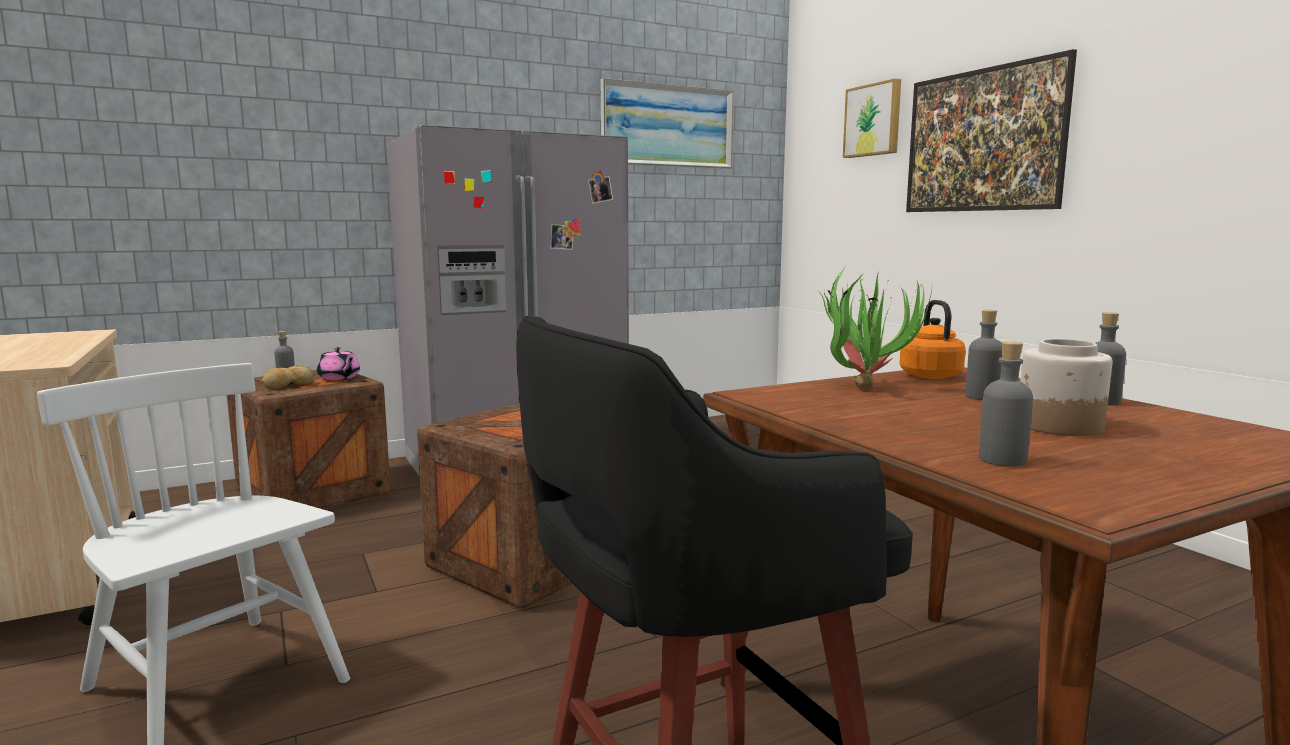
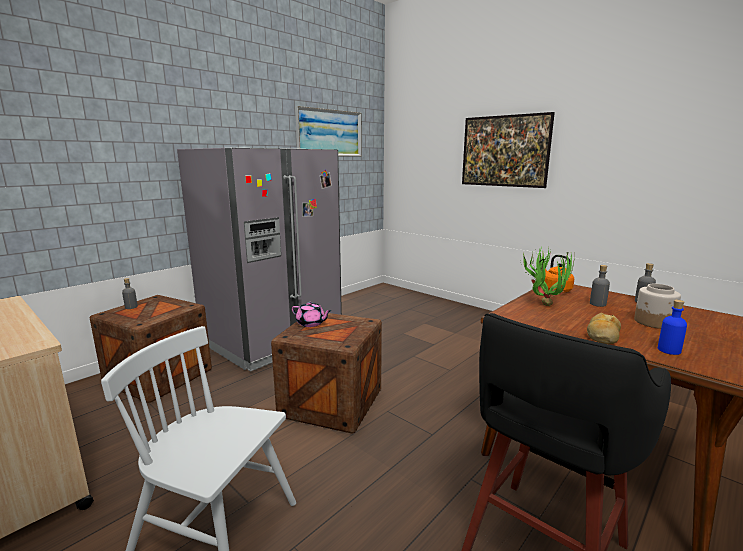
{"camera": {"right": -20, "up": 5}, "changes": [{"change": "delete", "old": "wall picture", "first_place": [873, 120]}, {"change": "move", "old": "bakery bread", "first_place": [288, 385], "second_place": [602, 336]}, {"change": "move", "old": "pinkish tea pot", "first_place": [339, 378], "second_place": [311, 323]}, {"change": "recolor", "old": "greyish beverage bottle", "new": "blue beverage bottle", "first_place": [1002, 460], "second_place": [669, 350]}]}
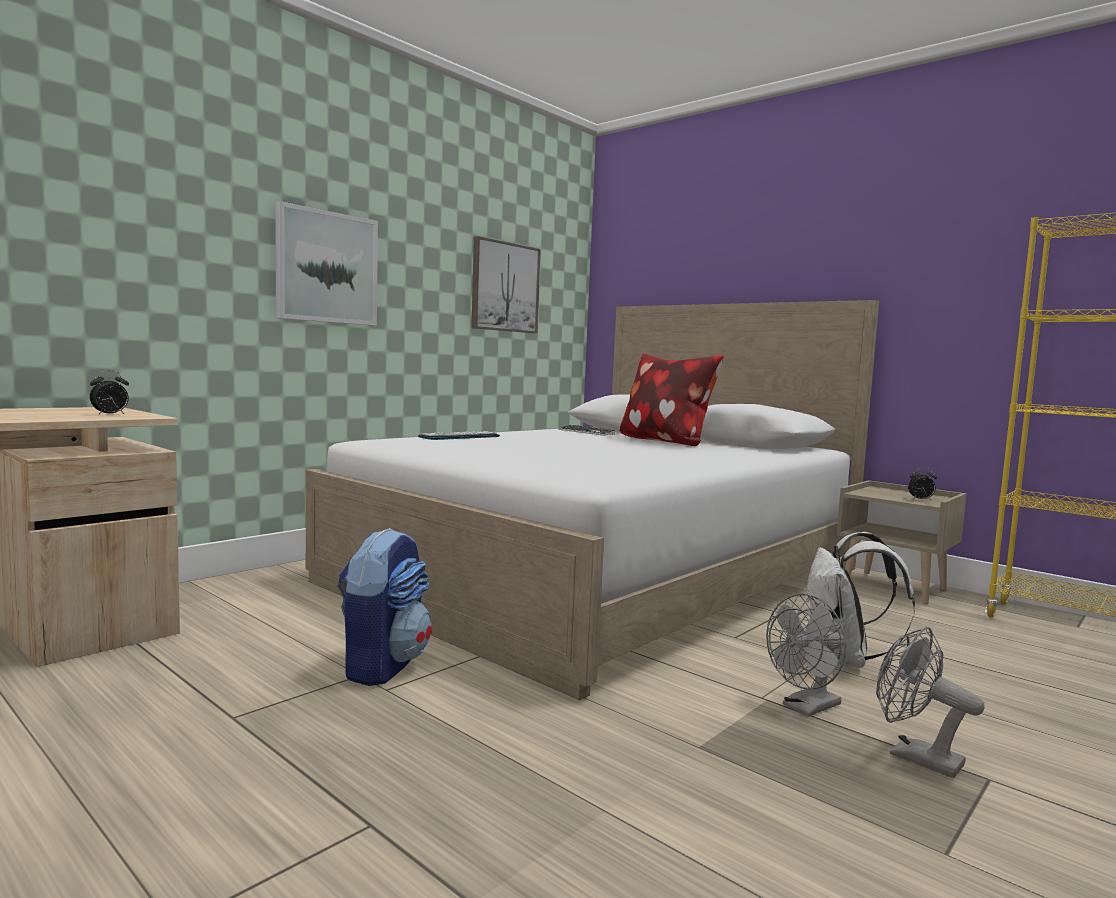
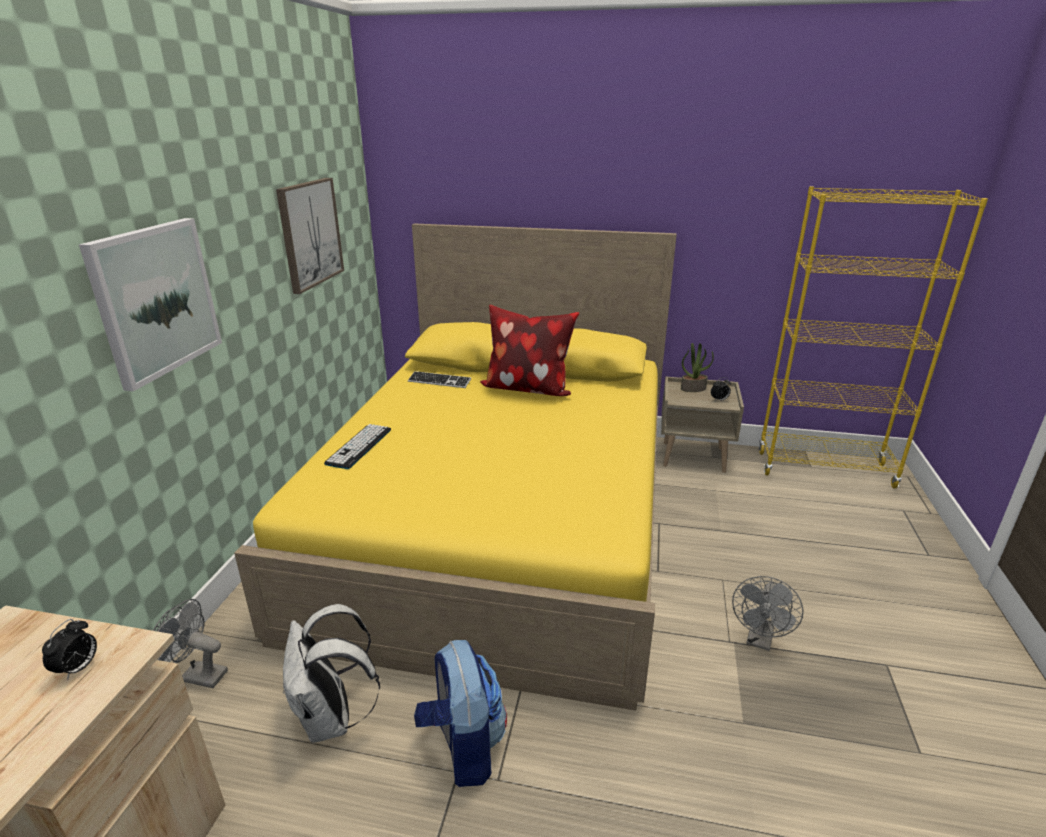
{"camera": {"right": -30, "up": 20}, "changes": [{"change": "insert", "new": "houseplant", "second_place": [693, 388]}, {"change": "move", "old": "white rucksack", "first_place": [842, 661], "second_place": [332, 719]}, {"change": "move", "old": "greyish fan", "first_place": [914, 756], "second_place": [197, 675]}, {"change": "recolor", "old": "white bed", "new": "yellow-coloured bed", "first_place": [603, 574], "second_place": [503, 519]}]}
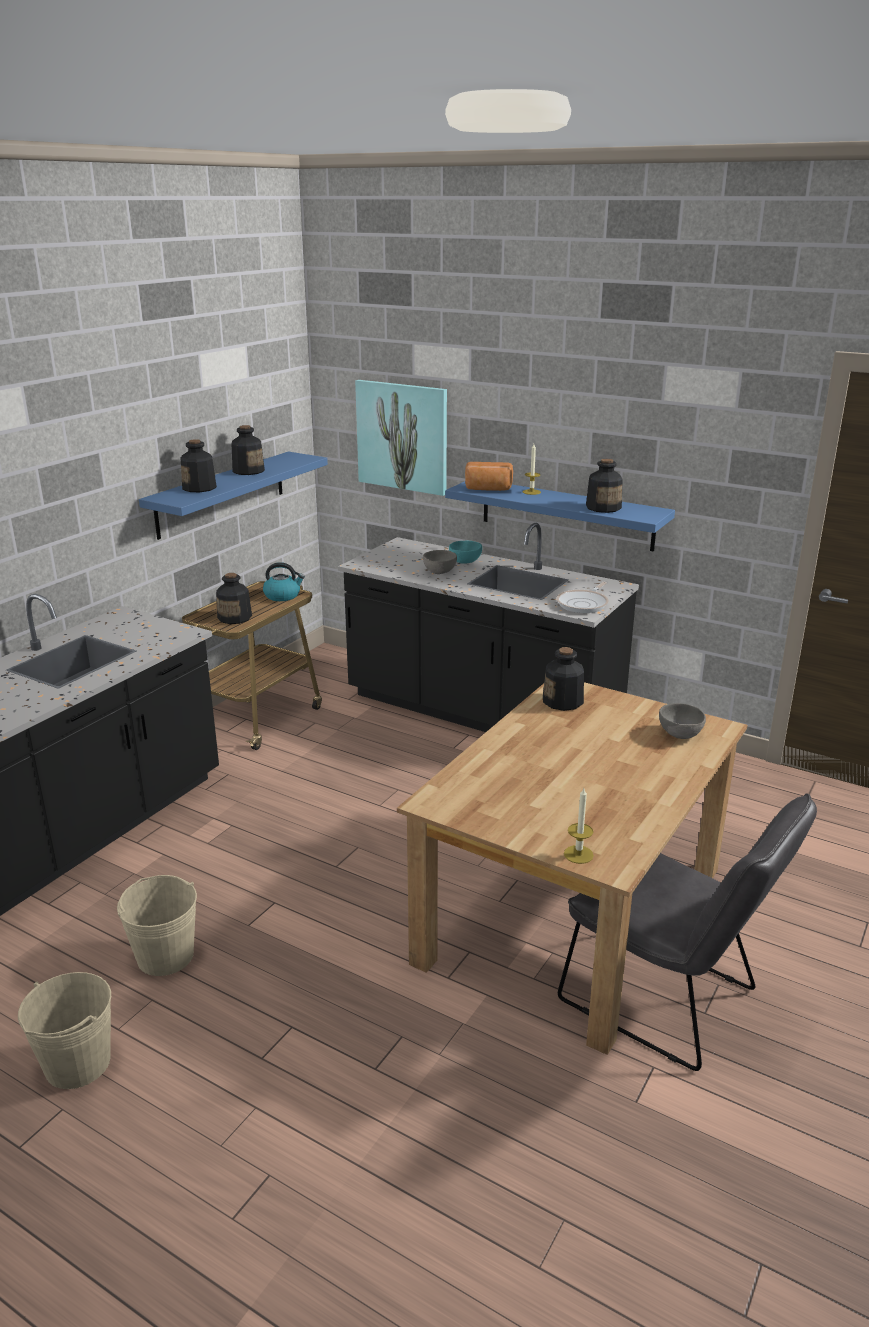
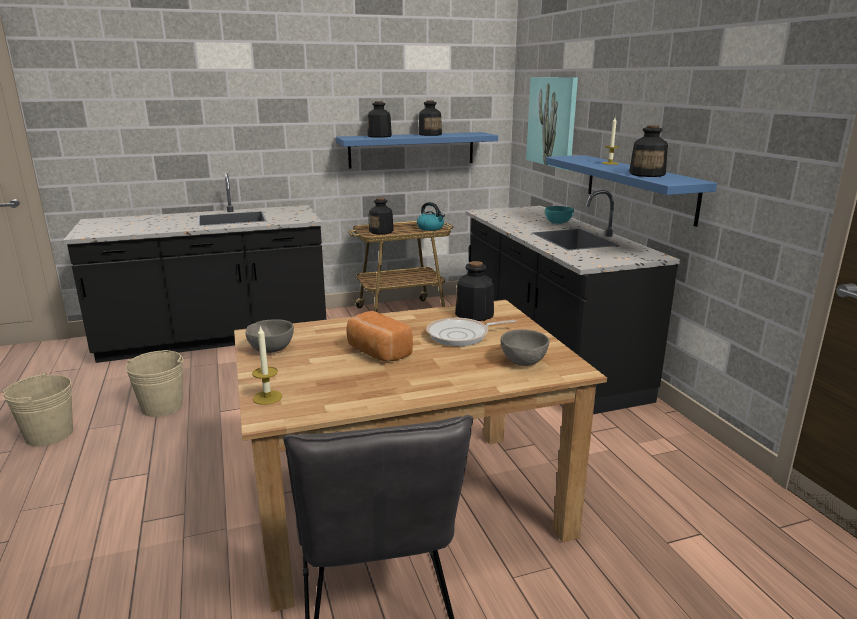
{"camera": {"right": 40, "up": -5}, "changes": [{"change": "move", "old": "greyish deep dish", "first_place": [439, 572], "second_place": [271, 350]}, {"change": "move", "old": "bakery bread", "first_place": [488, 489], "second_place": [377, 353]}, {"change": "move", "old": "frying pan", "first_place": [584, 604], "second_place": [461, 336]}]}
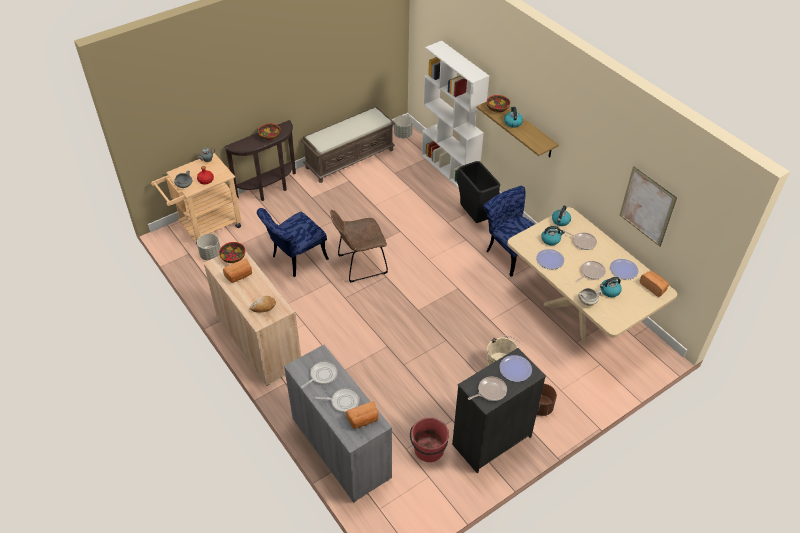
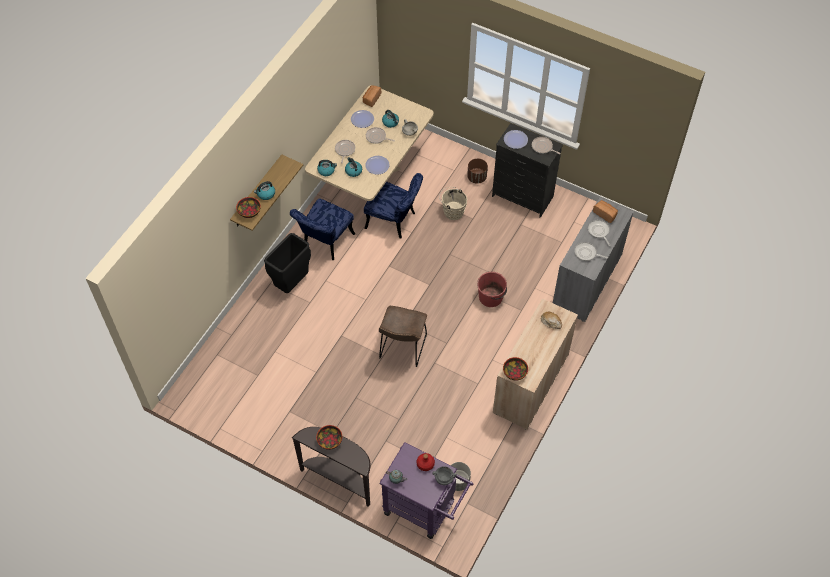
{"camera": {"right": -115, "up": 10}, "changes": [{"change": "delete", "old": "bakery bread", "first_place": [239, 276]}, {"change": "delete", "old": "brown-coloured indoor bench", "first_place": [350, 158]}, {"change": "delete", "old": "greyish planter", "first_place": [403, 134]}, {"change": "delete", "old": "white shelving unit", "first_place": [450, 170]}, {"change": "delete", "old": "wall picture", "first_place": [647, 206]}, {"change": "move", "old": "blue upright chair", "first_place": [295, 259], "second_place": [394, 221]}, {"change": "move", "old": "red-coloured water bucket", "first_place": [428, 450], "second_place": [491, 297]}, {"change": "recolor", "old": "beige-coloured wheeled cart", "new": "purple wheeled cart", "first_place": [205, 227], "second_place": [424, 510]}, {"change": "rotate", "old": "brown-coloured upright chair", "first_place": [359, 265], "second_place": [402, 349], "degrees": 60}]}
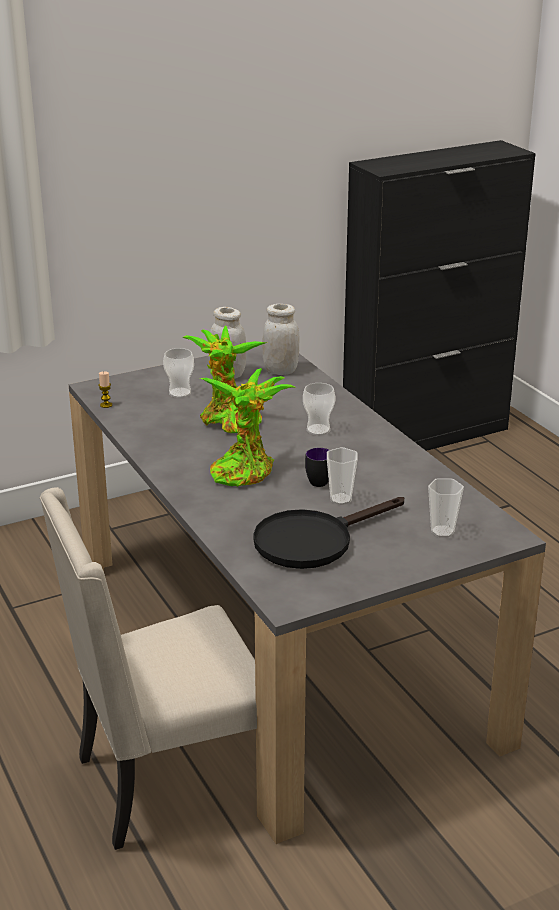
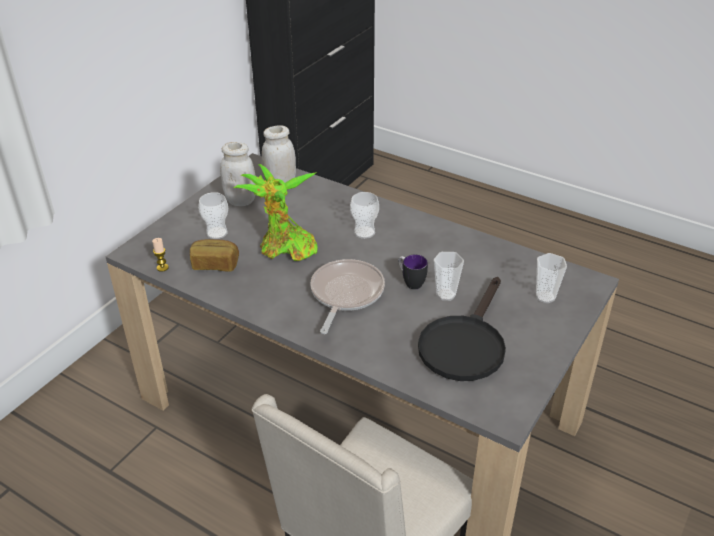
{"camera": {"right": -30, "up": 10}, "changes": [{"change": "insert", "new": "bakery bread", "second_place": [215, 264]}, {"change": "replace", "old": "houseplant", "new": "frying pan", "first_place": [244, 470], "second_place": [345, 294]}]}
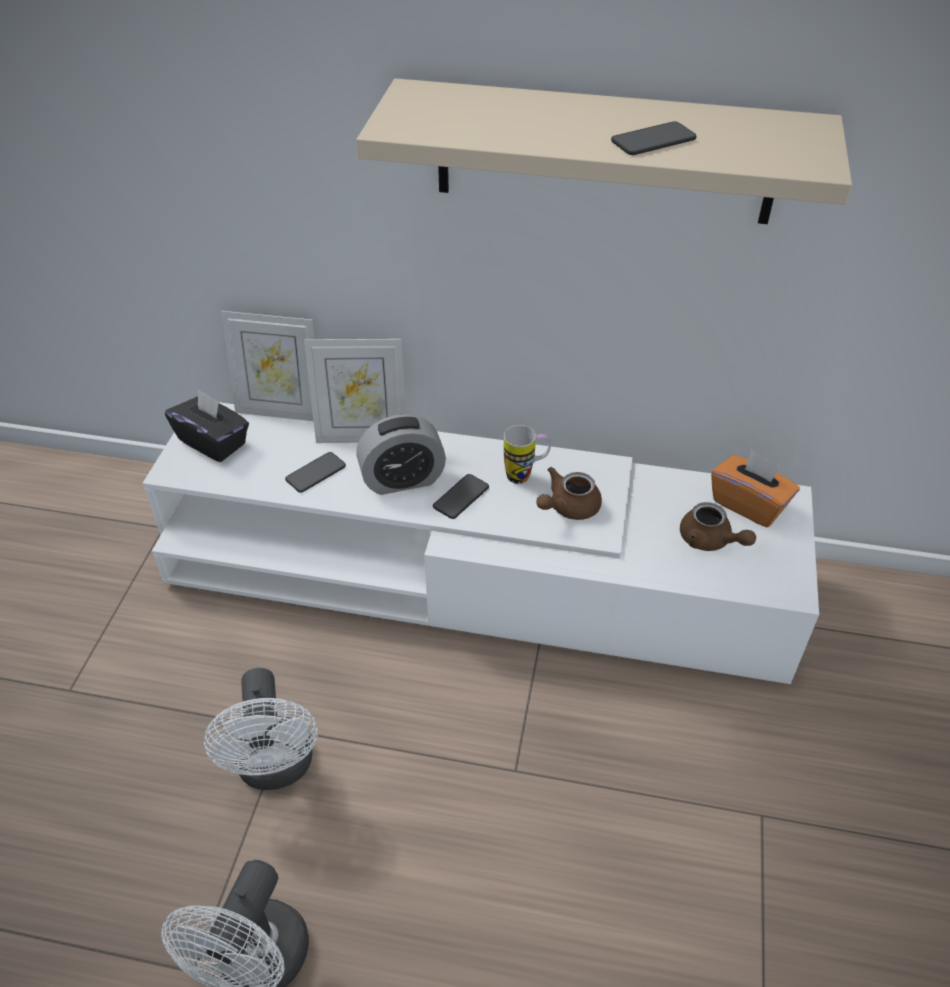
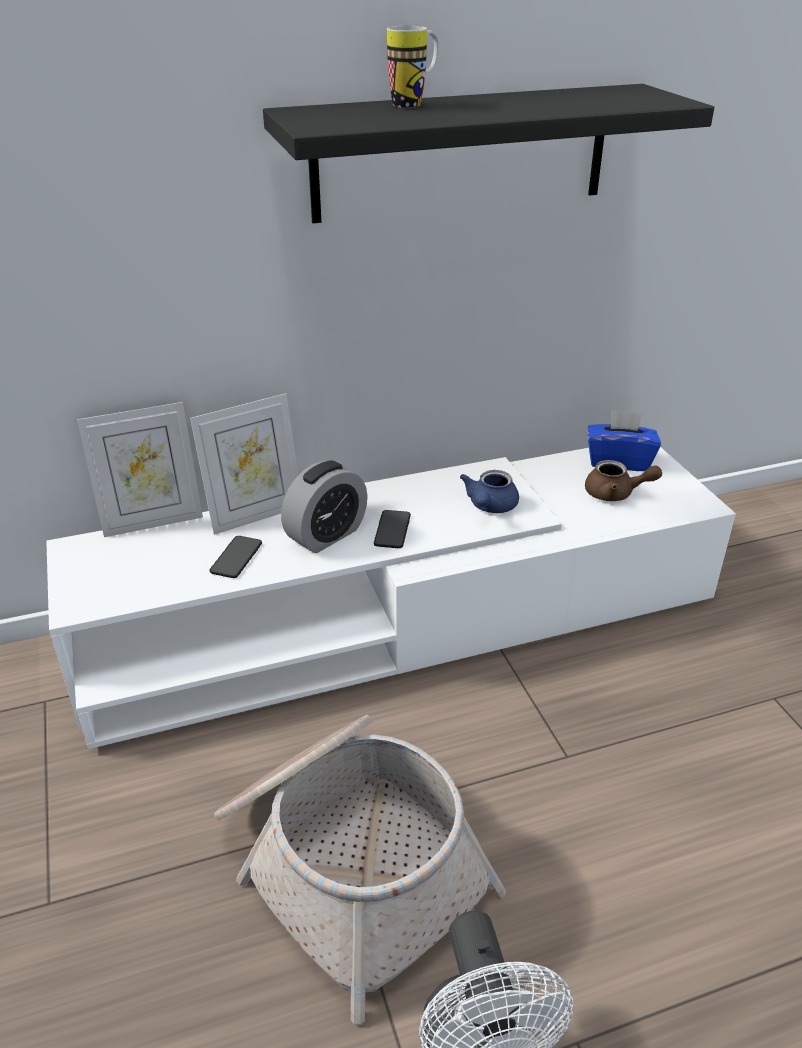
{"camera": {"right": -30, "up": -10}, "changes": [{"change": "delete", "old": "black box of tissues", "first_place": [213, 442]}, {"change": "delete", "old": "phone", "first_place": [653, 140]}, {"change": "move", "old": "mug", "first_place": [525, 475], "second_place": [414, 103]}, {"change": "replace", "old": "white fan", "new": "storage basket", "first_place": [276, 769], "second_place": [348, 863]}, {"change": "recolor", "old": "beige-coloured shelf", "new": "black shelf", "first_place": [605, 153], "second_place": [462, 153]}, {"change": "recolor", "old": "brown-coloured tea pot", "new": "blue tea pot", "first_place": [568, 507], "second_place": [490, 507]}, {"change": "recolor", "old": "orange box of tissues", "new": "blue box of tissues", "first_place": [749, 504], "second_place": [618, 461]}]}
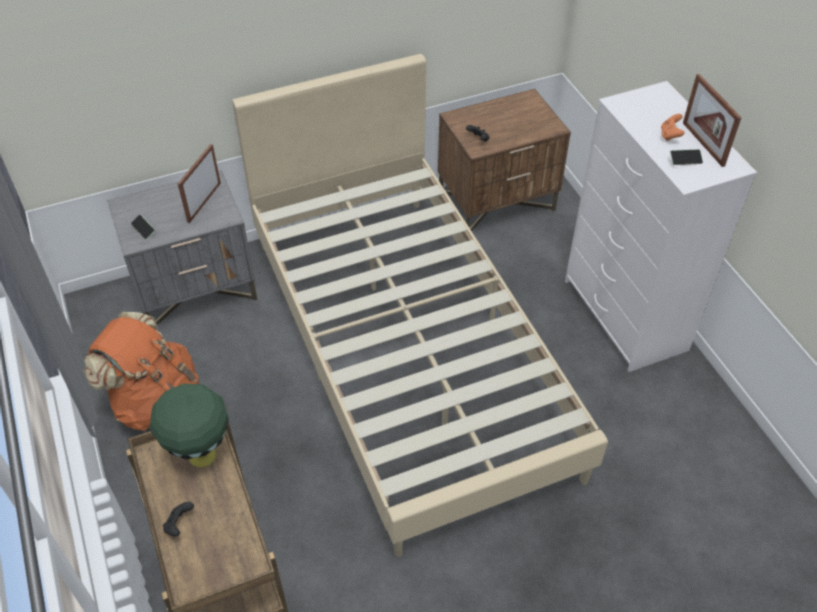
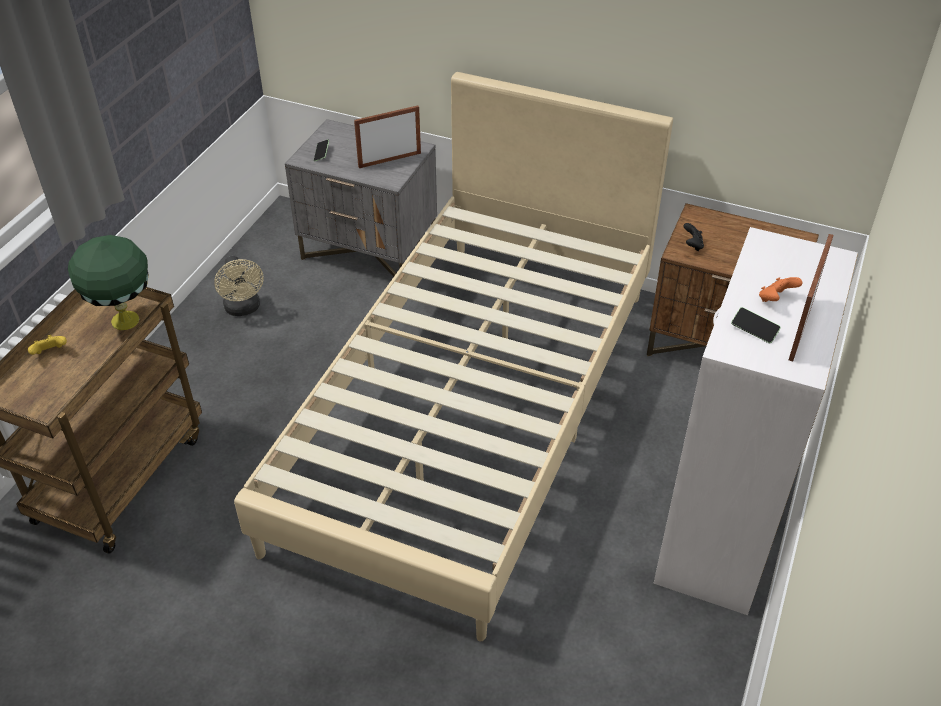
{"camera": {"right": 45, "up": -5}, "changes": [{"change": "replace", "old": "orange rucksack", "new": "beige-coloured fan", "first_place": [155, 400], "second_place": [244, 309]}, {"change": "recolor", "old": "black game controller", "new": "yellow-coloured game controller", "first_place": [179, 525], "second_place": [50, 353]}]}
